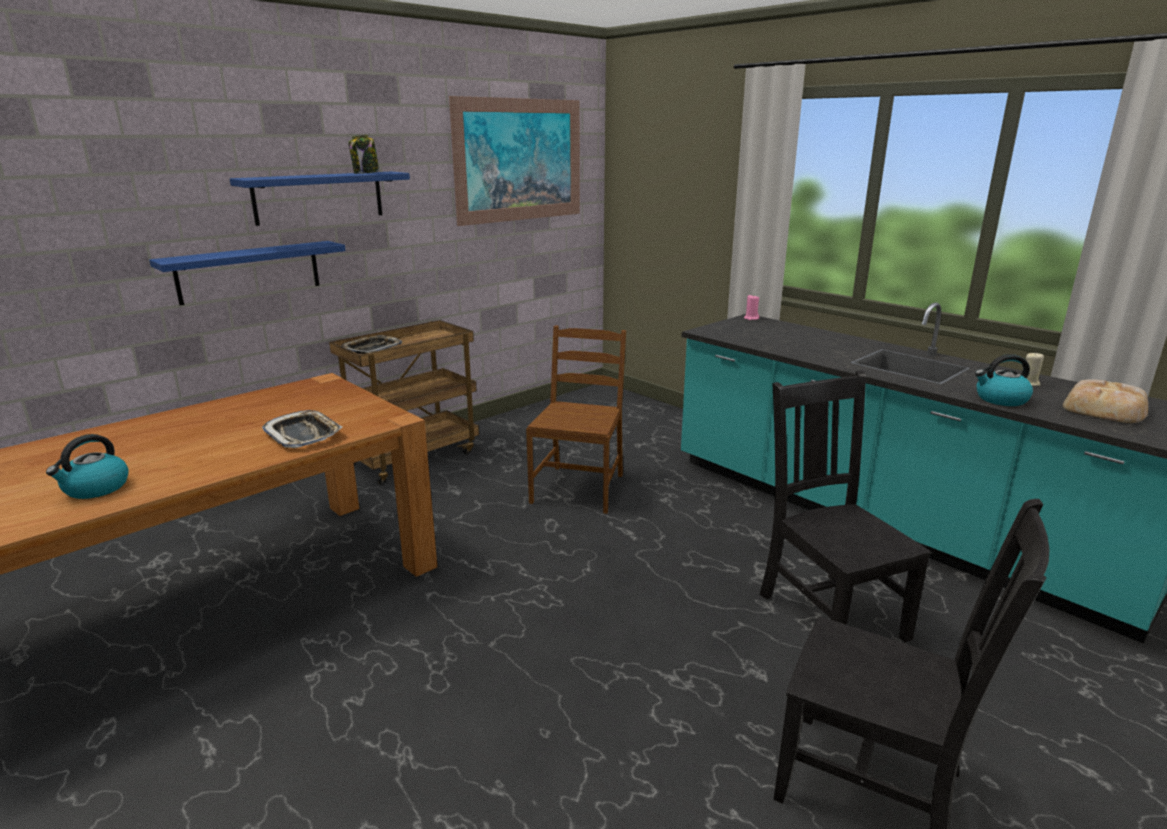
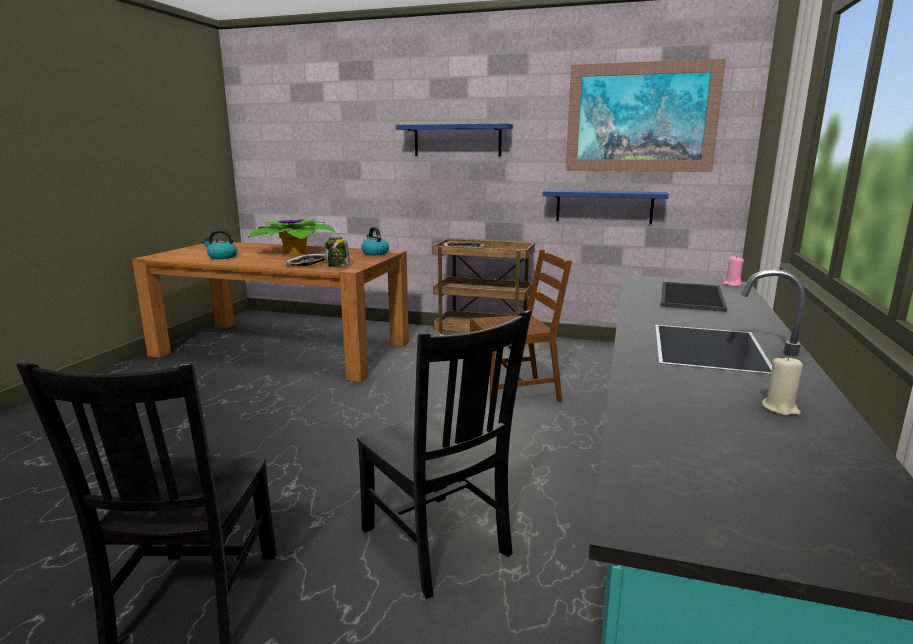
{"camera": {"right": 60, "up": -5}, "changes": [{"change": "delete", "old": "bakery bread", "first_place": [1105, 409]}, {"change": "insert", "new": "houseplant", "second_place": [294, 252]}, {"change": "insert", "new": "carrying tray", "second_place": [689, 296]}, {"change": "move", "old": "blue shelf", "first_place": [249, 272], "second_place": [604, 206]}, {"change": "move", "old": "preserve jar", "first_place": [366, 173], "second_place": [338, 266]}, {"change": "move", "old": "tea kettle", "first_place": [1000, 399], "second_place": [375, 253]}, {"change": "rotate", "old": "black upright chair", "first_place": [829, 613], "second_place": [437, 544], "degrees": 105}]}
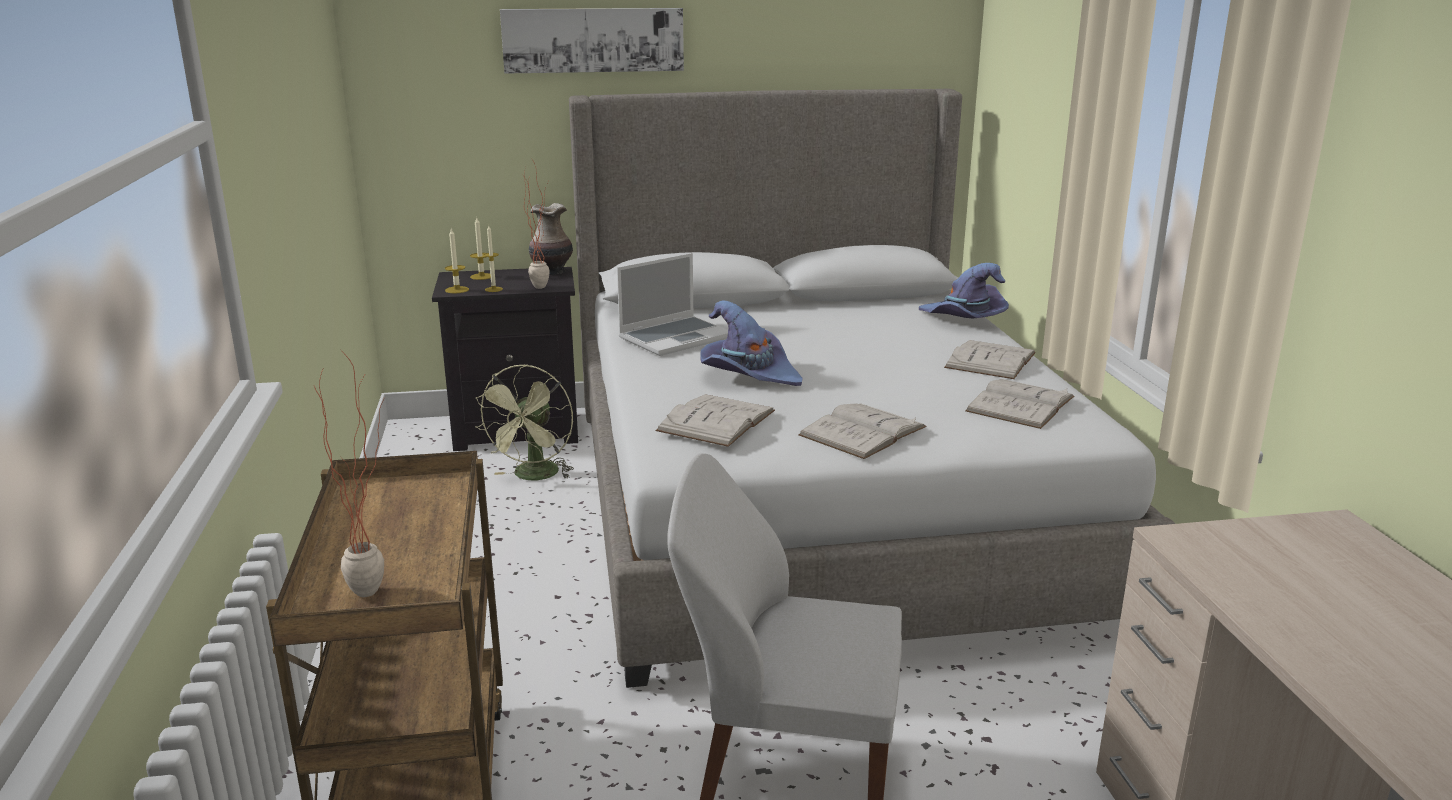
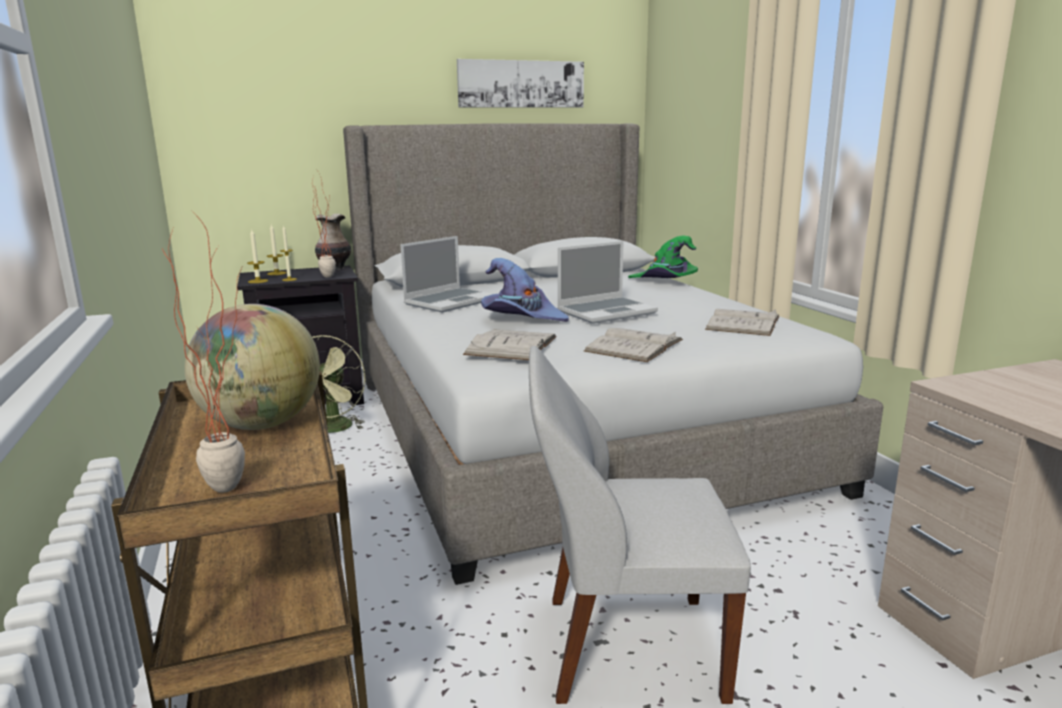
{"camera": {"right": -10, "up": -5}, "changes": [{"change": "delete", "old": "white bound book", "first_place": [990, 360]}, {"change": "insert", "new": "desk globe", "second_place": [261, 425]}, {"change": "insert", "new": "laptop", "second_place": [606, 312]}, {"change": "move", "old": "wall picture", "first_place": [593, 40], "second_place": [521, 84]}, {"change": "recolor", "old": "purple clothing hat", "new": "greenish clothing hat", "first_place": [964, 319], "second_place": [664, 281]}]}
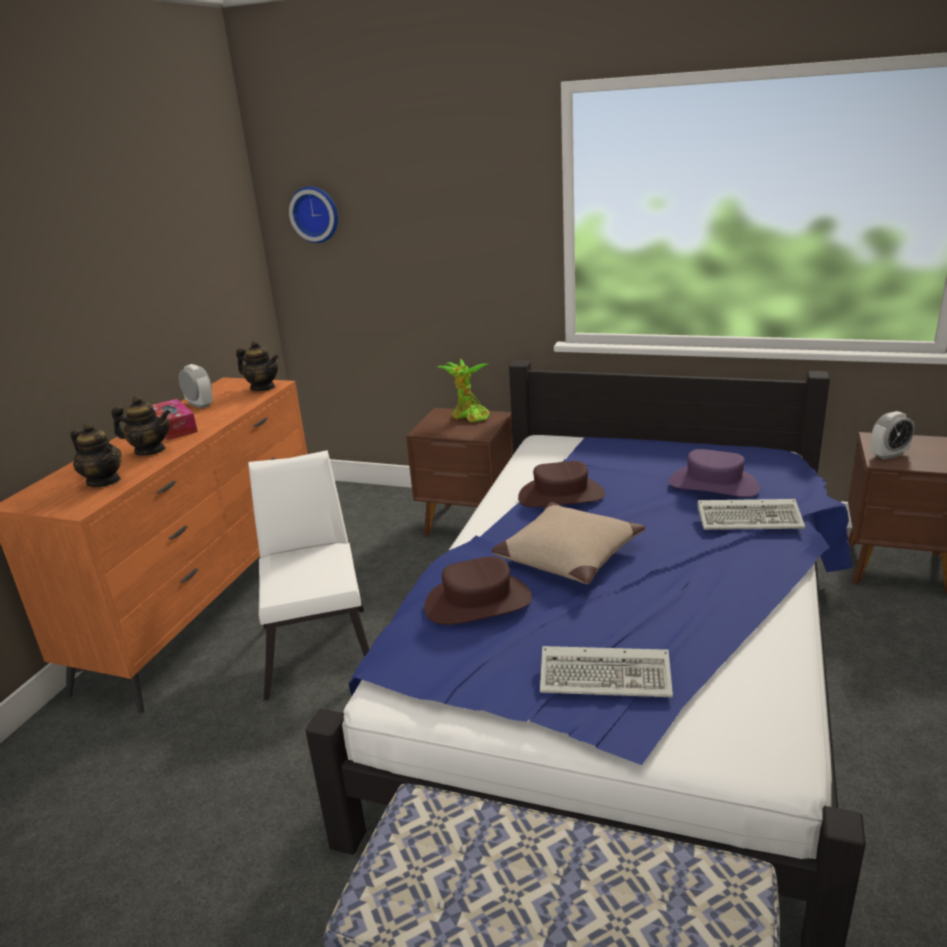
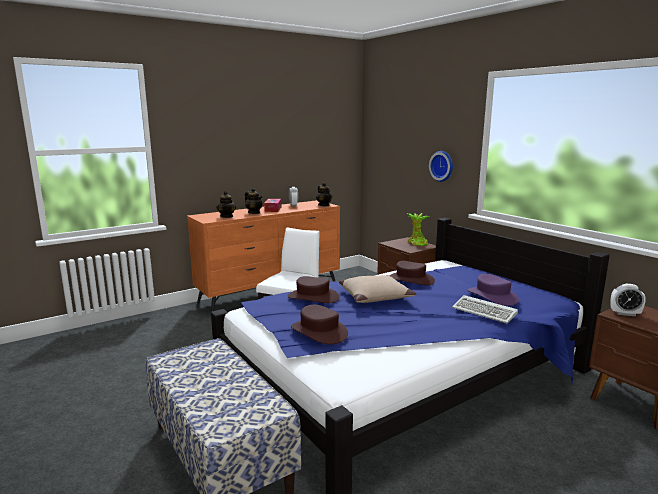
{"camera": {"right": 35, "up": -10}, "changes": [{"change": "move", "old": "clock on the wall", "first_place": [316, 214], "second_place": [442, 166]}, {"change": "replace", "old": "computer keyboard", "new": "brown-coloured clothing hat", "first_place": [608, 676], "second_place": [319, 331]}]}
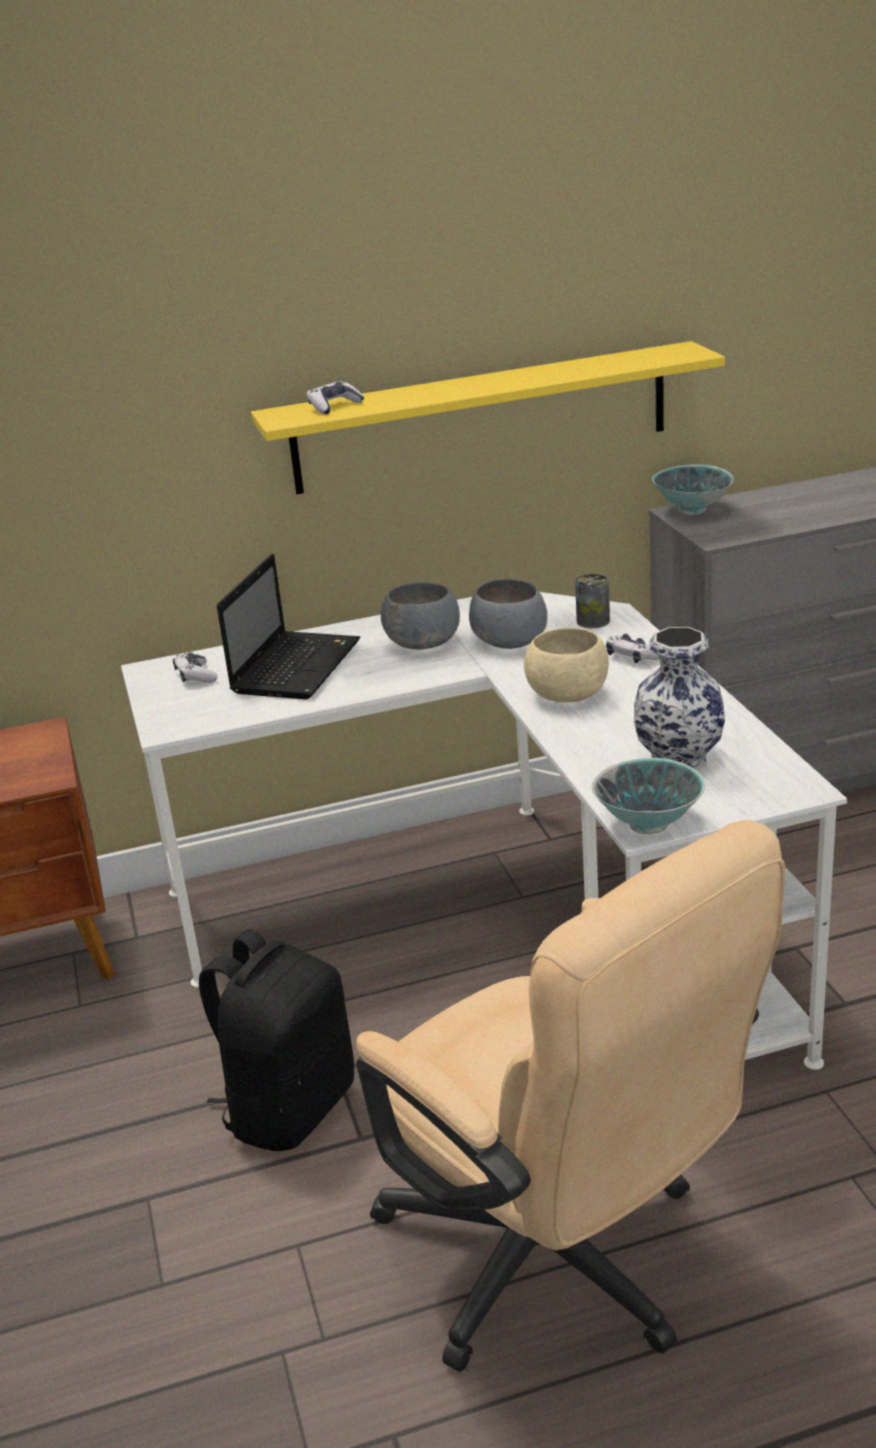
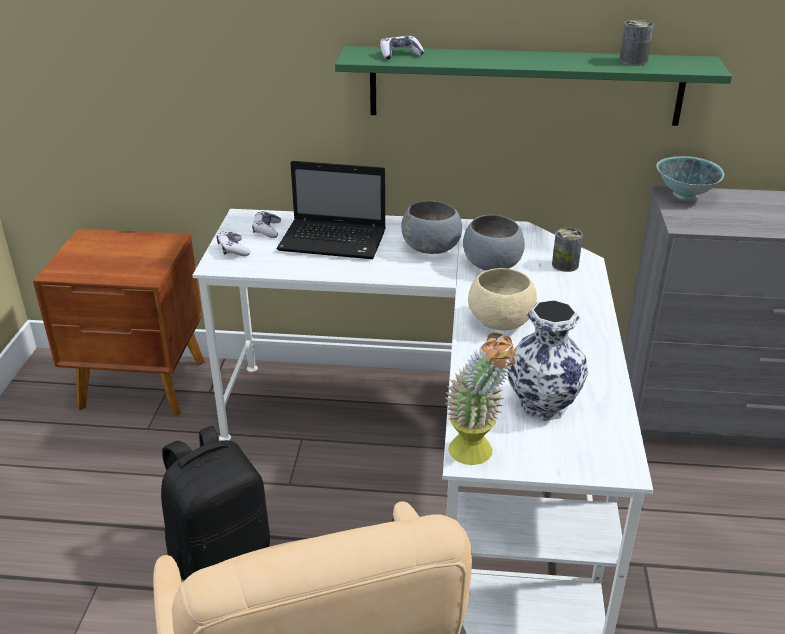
{"camera": {"right": 20, "up": 5}, "changes": [{"change": "insert", "new": "can", "second_place": [633, 61]}, {"change": "move", "old": "game controller", "first_place": [632, 657], "second_place": [233, 250]}, {"change": "replace", "old": "deep dish", "new": "houseplant", "first_place": [649, 824], "second_place": [477, 457]}, {"change": "recolor", "old": "yellow-coloured shelf", "new": "greenish shelf", "first_place": [481, 418], "second_place": [524, 86]}, {"change": "rotate", "old": "laptop", "first_place": [296, 666], "second_place": [335, 241], "degrees": 60}]}
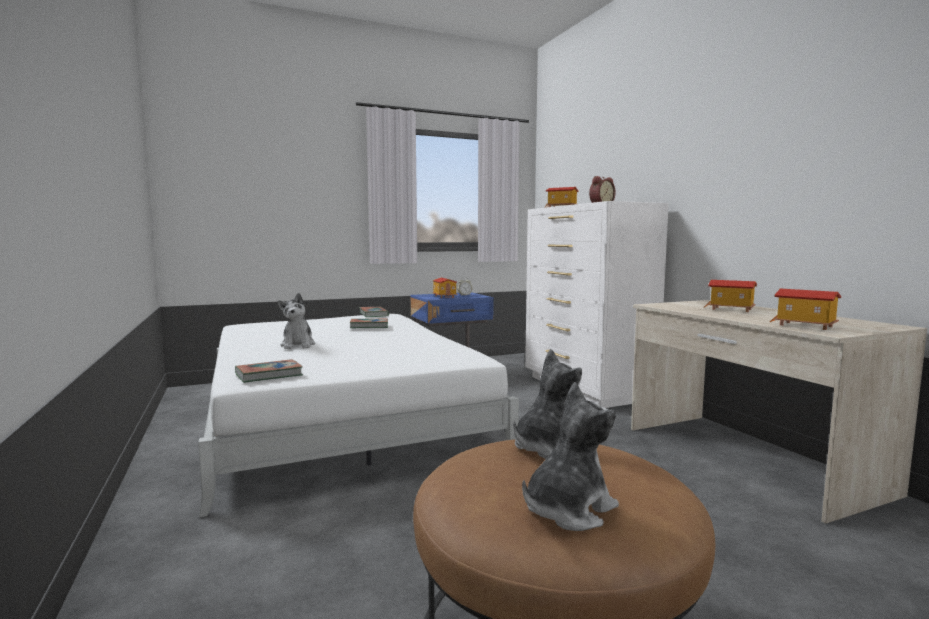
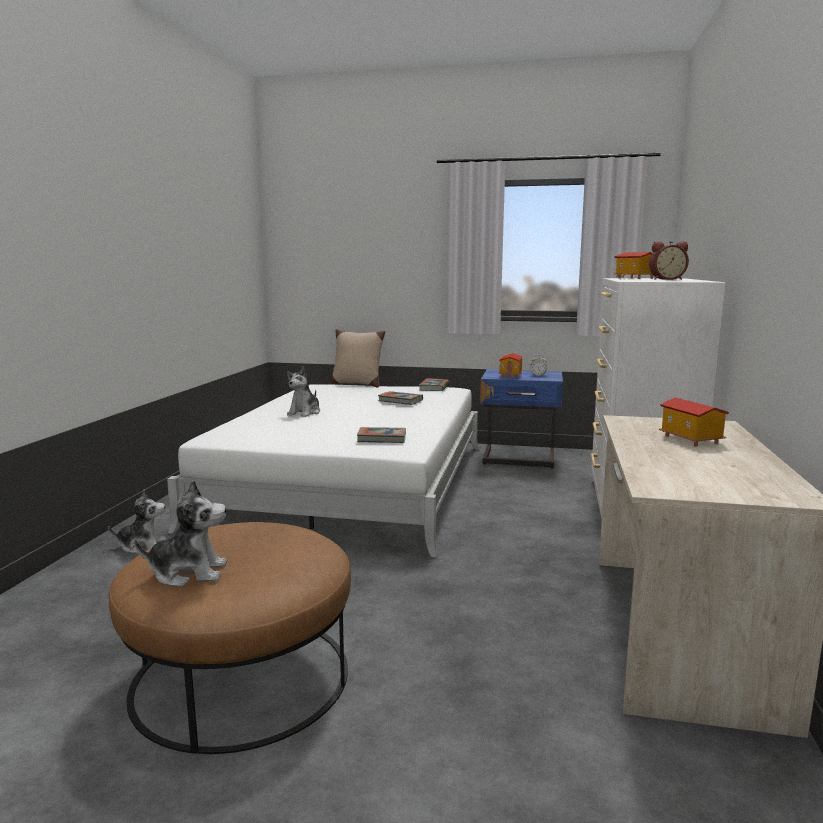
{"camera": {"right": 35, "up": 5}, "changes": [{"change": "delete", "old": "toy house", "first_place": [804, 326]}, {"change": "insert", "new": "beige-coloured pillow", "second_place": [356, 384]}, {"change": "move", "old": "bound book", "first_place": [269, 375], "second_place": [382, 438]}, {"change": "move", "old": "plush toy", "first_place": [546, 447], "second_place": [142, 546]}]}
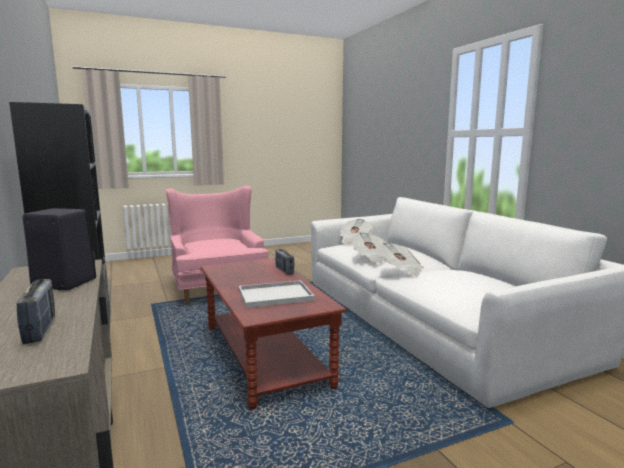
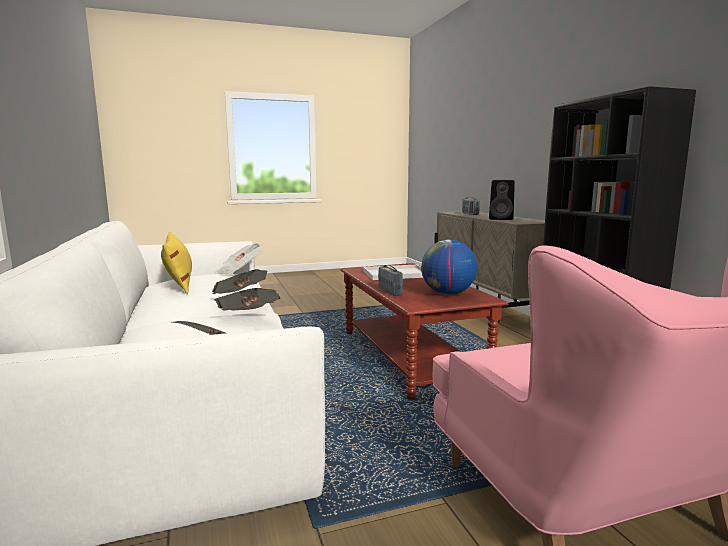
{"camera": {"right": -175, "up": 0}, "changes": [{"change": "insert", "new": "yellow-coloured pillow", "second_place": [179, 283]}, {"change": "insert", "new": "printed paper", "second_place": [239, 271]}, {"change": "insert", "new": "desk globe", "second_place": [447, 294]}]}
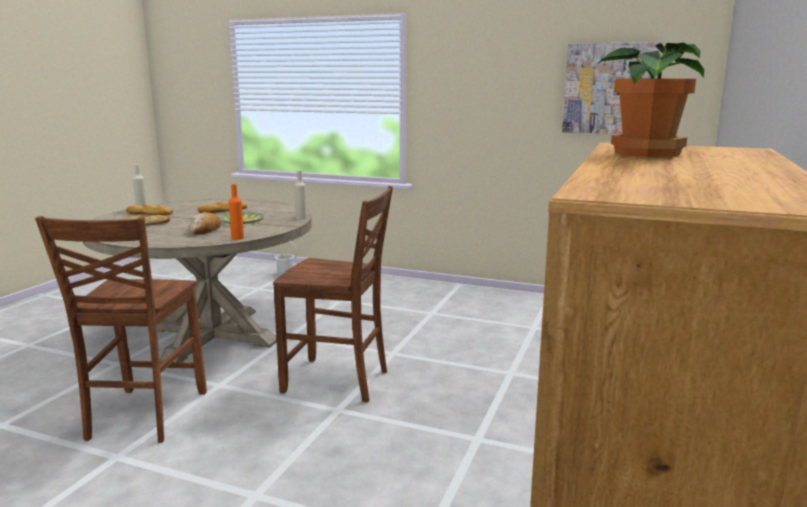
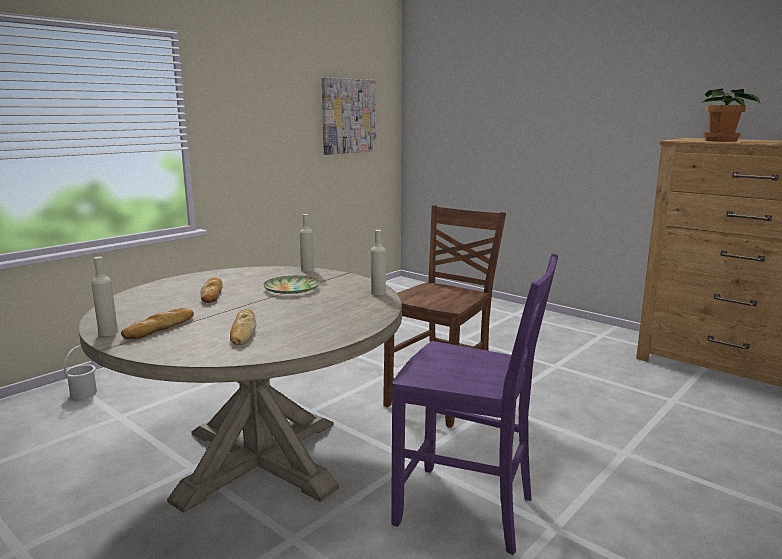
{"camera": {"right": -70, "up": 0}, "changes": [{"change": "delete", "old": "bakery bread", "first_place": [204, 230]}, {"change": "recolor", "old": "brown-coloured upright chair", "new": "purple upright chair", "first_place": [144, 416], "second_place": [467, 511]}, {"change": "recolor", "old": "orange beverage bottle", "new": "beige-coloured beverage bottle", "first_place": [237, 238], "second_place": [378, 293]}]}
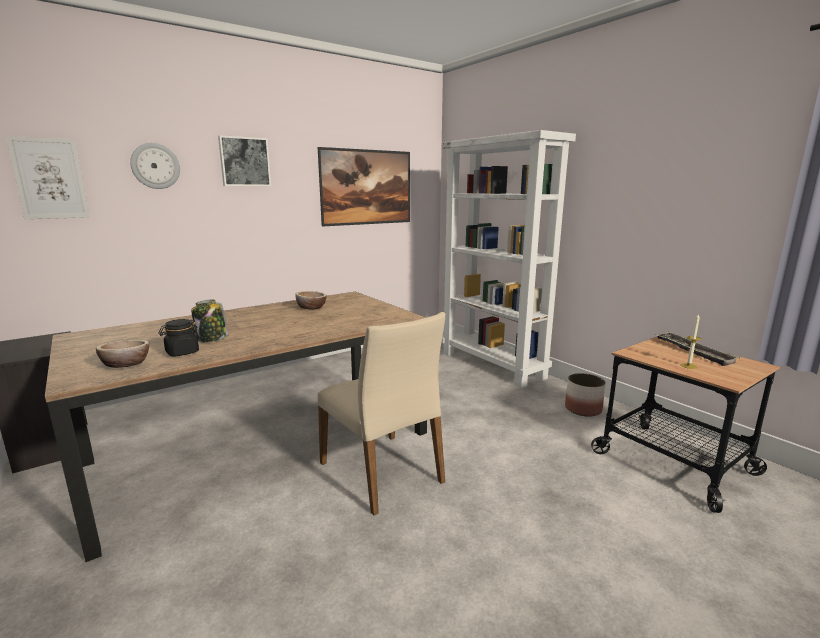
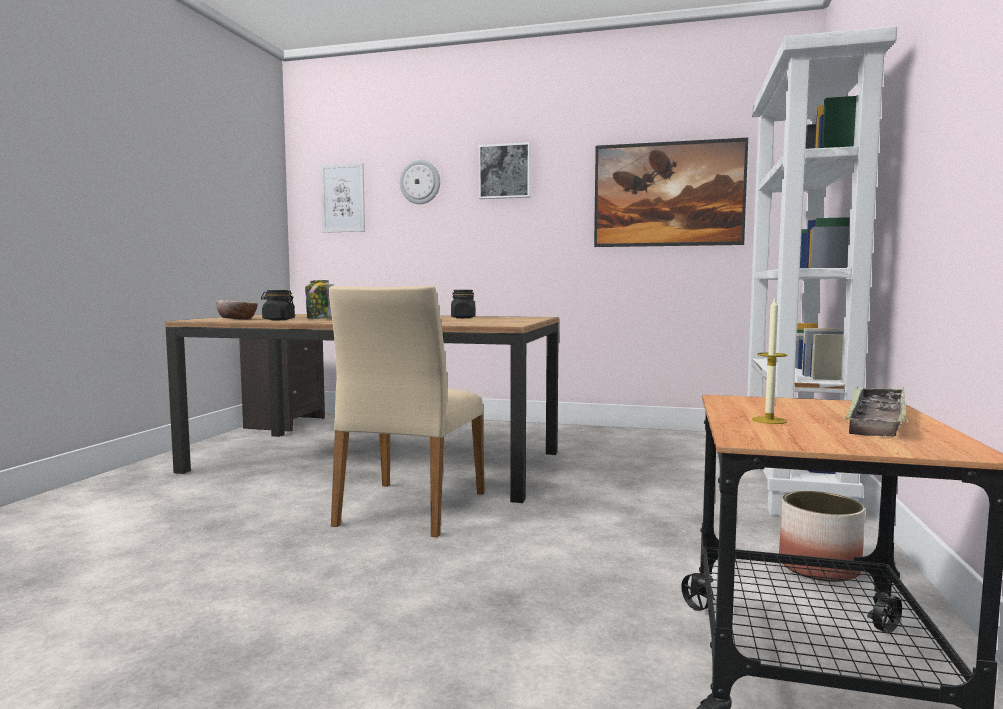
{"camera": {"right": 50, "up": -10}, "changes": [{"change": "replace", "old": "deep dish", "new": "black preserve jar", "first_place": [311, 307], "second_place": [463, 318]}]}
